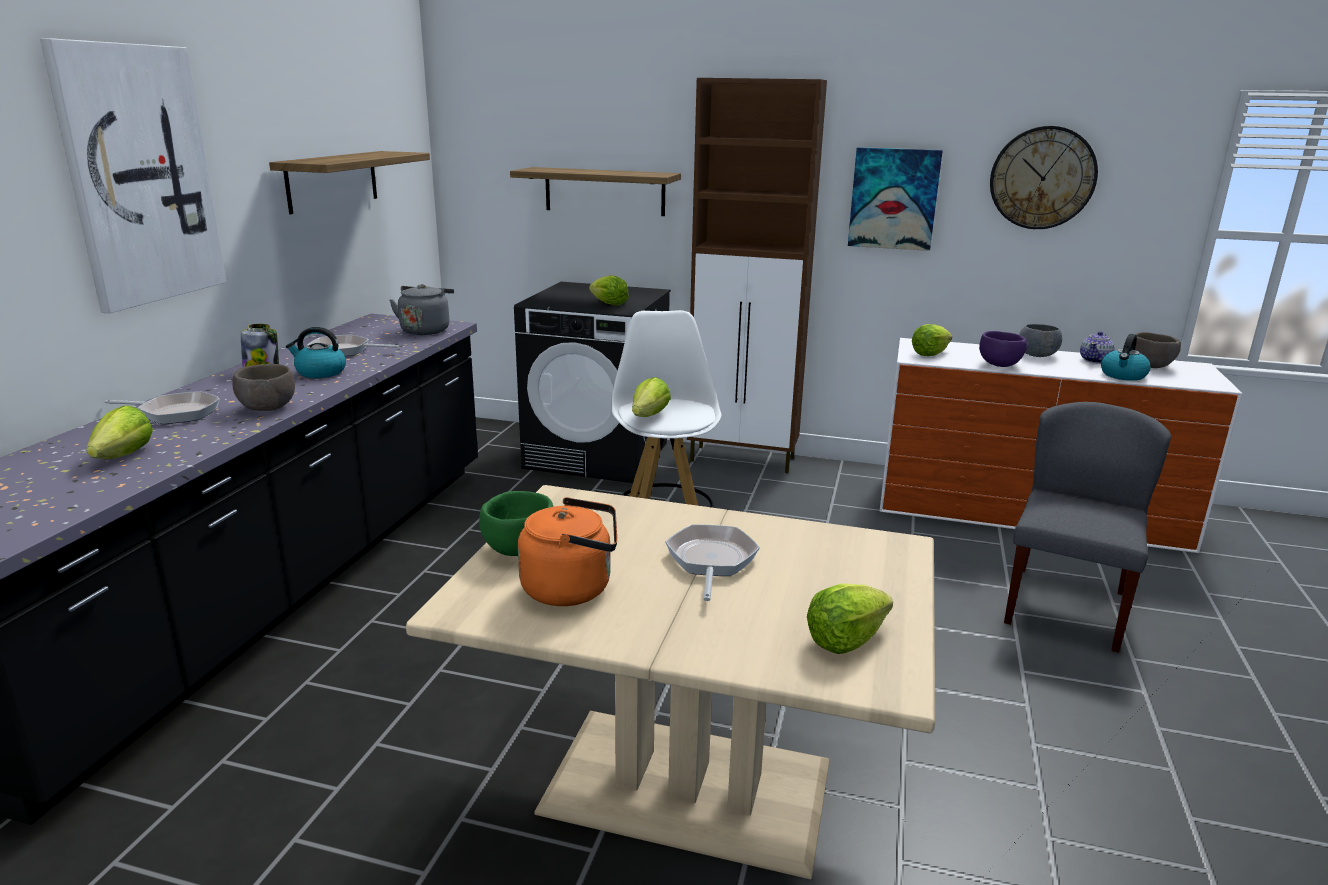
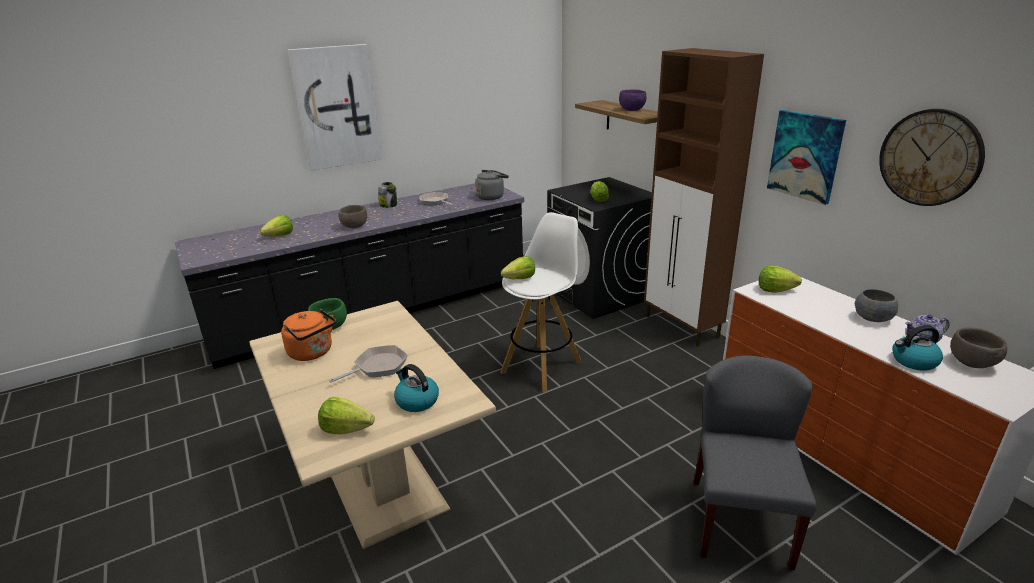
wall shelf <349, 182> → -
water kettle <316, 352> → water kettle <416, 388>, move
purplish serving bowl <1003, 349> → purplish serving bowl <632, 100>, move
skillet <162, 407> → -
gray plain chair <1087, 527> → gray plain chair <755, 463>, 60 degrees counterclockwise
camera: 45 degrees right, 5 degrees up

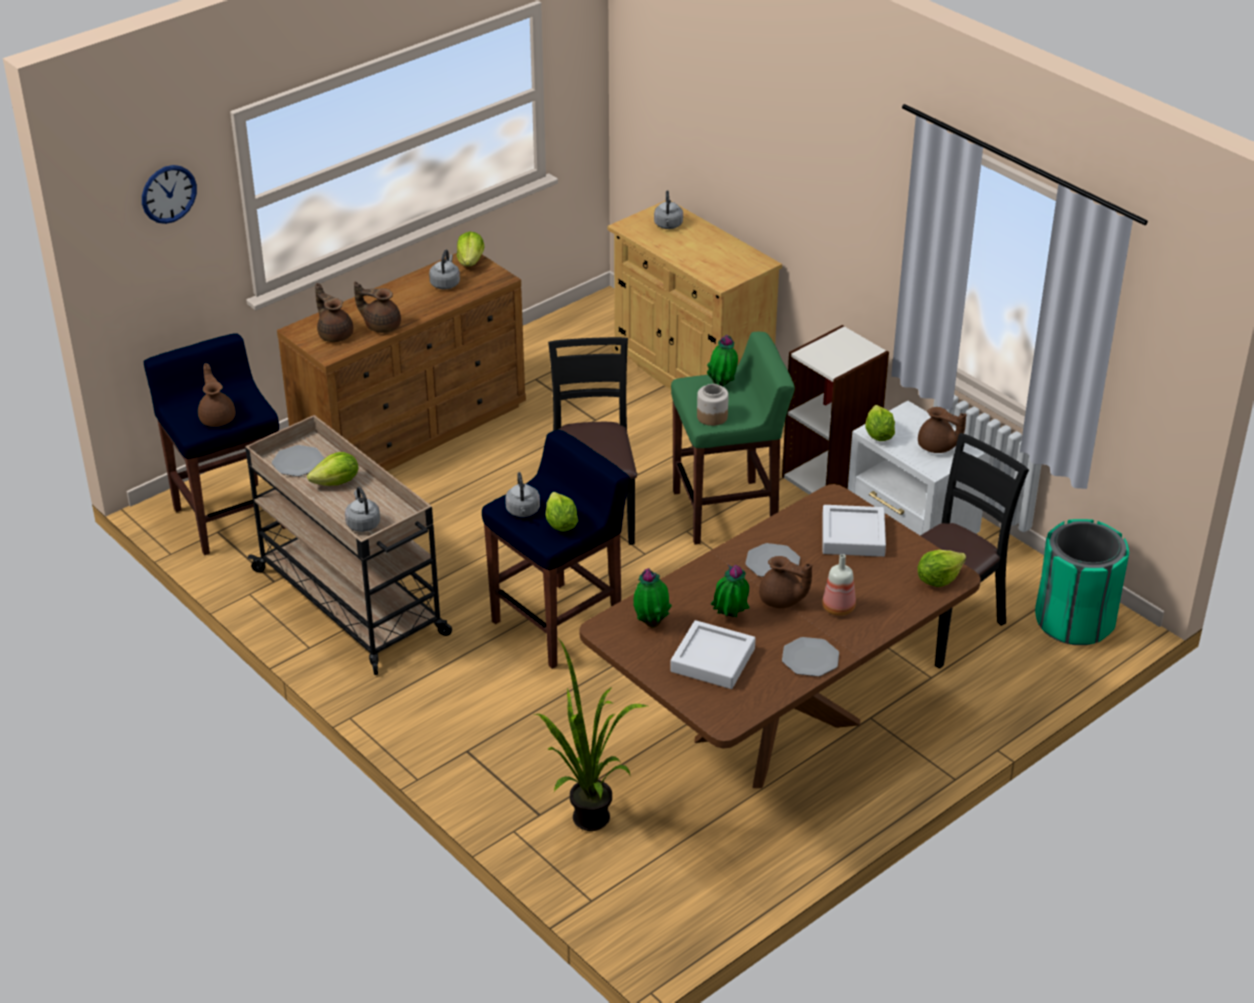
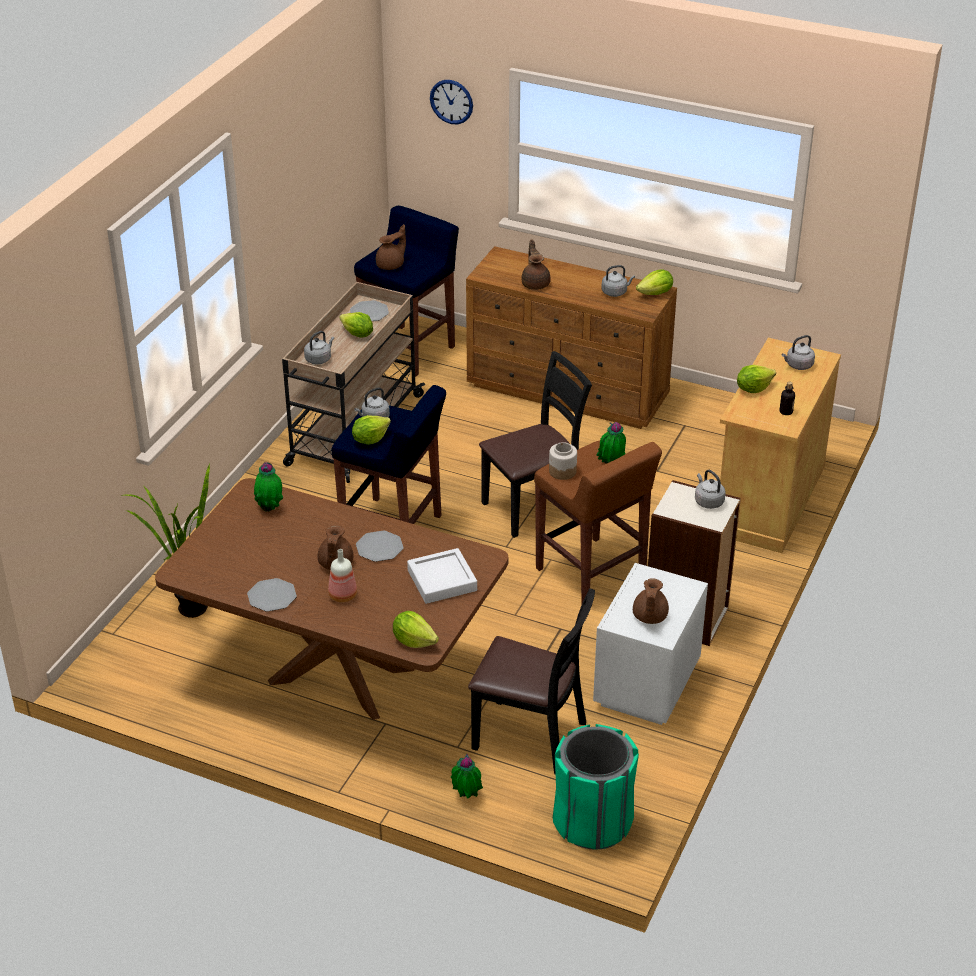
brown teapot <334, 312> → -
greenish stool seat <733, 438> → brown stool seat <598, 521>
lettuce <880, 423> → lettuce <756, 379>, move
houseplant <730, 591> → houseplant <467, 776>, move
whitish carrying tray <713, 654> → -
- → drink bottle <787, 398>
- → gray water kettle <710, 489>
camera: 65 degrees right, 0 degrees up

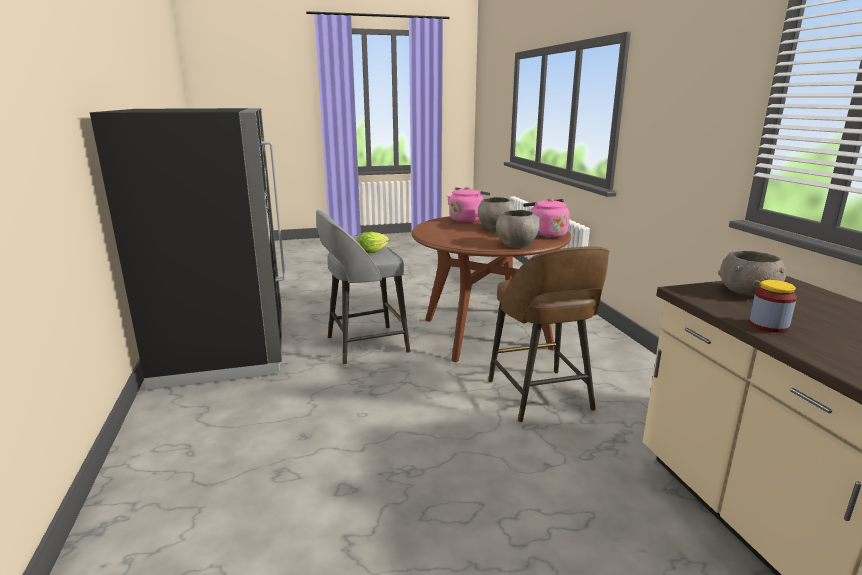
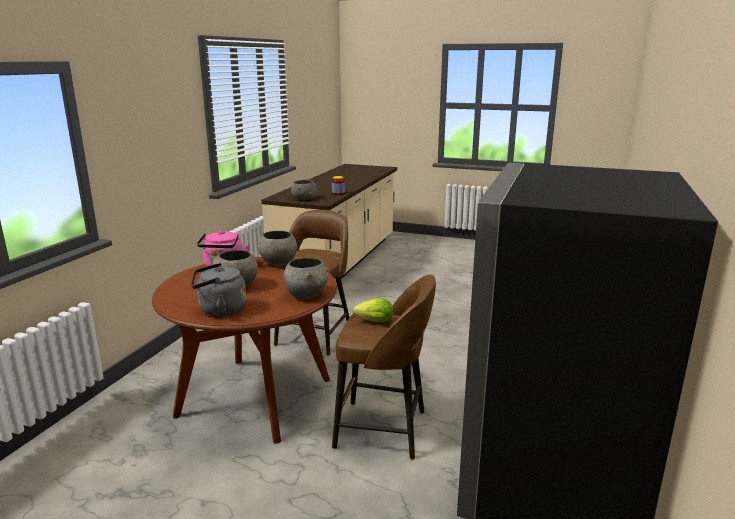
pinkish water kettle <468, 204> → gray water kettle <218, 289>
gray stool seat <363, 287> → brown stool seat <384, 367>
- → gray serving bowl <306, 278>
camera: 145 degrees left, 0 degrees up

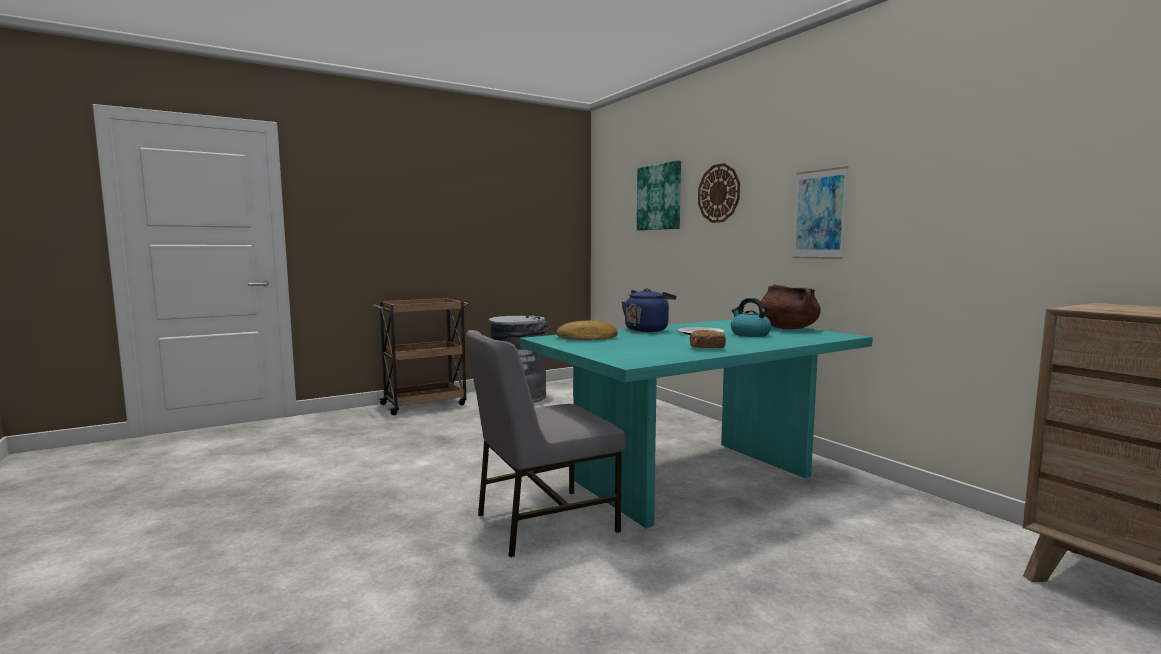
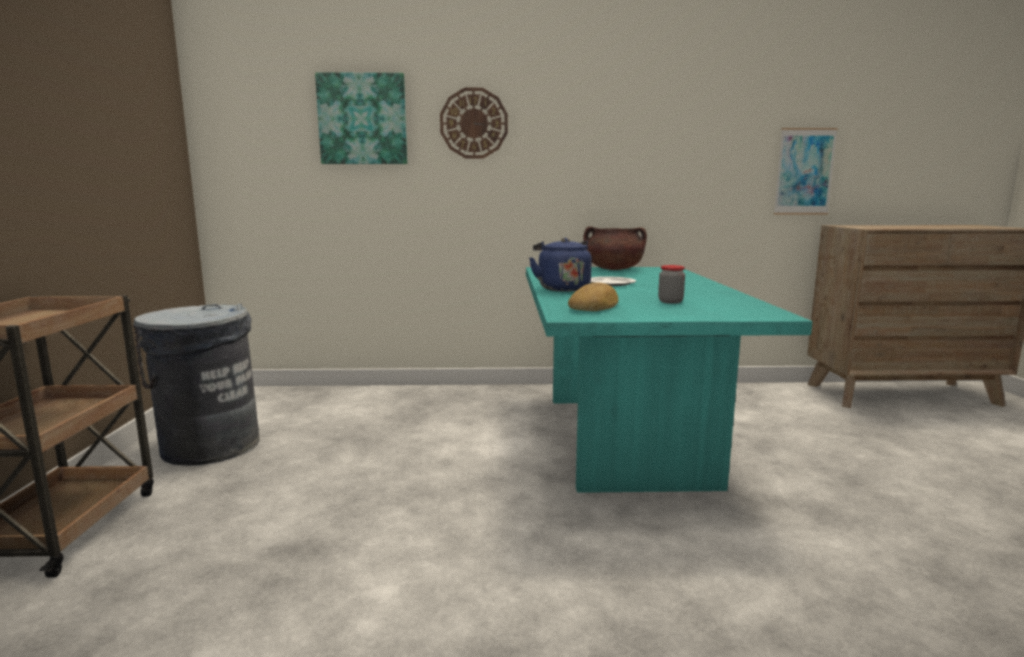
picture <820, 212> → picture <806, 171>, move
water kettle <751, 317> → -
gray plain chair <546, 443> → -
baked bread <708, 339> → -
- → storage jar <671, 284>
camera: 60 degrees left, 5 degrees up

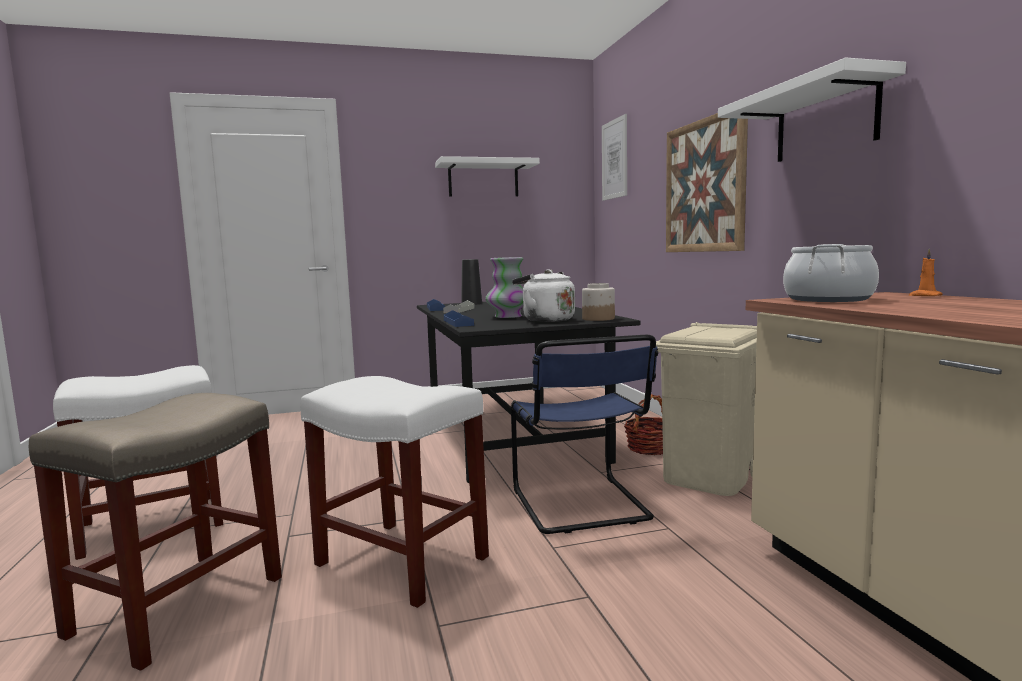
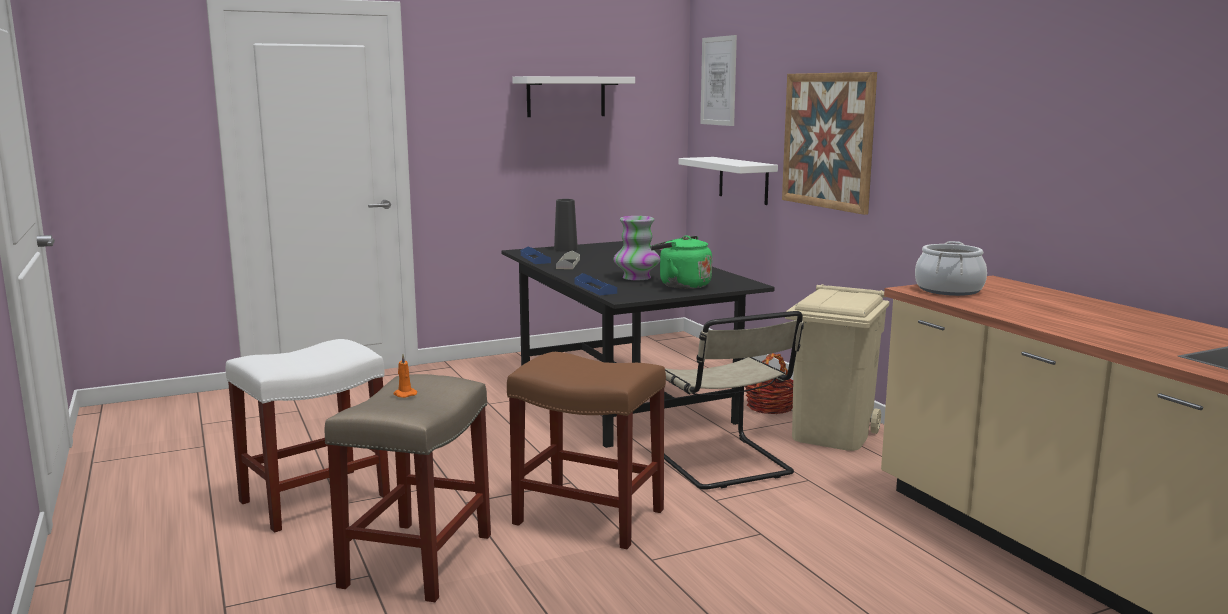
whitish wall shelf <812, 110> → whitish wall shelf <728, 181>, move
orangey candle <926, 272> → orangey candle <405, 376>, move
whitish water kettle <543, 295> → greenish water kettle <681, 262>
storage jar <598, 302> → -
bluish plain chair <584, 434> → beige-coloured plain chair <734, 400>
whitish stool seat <394, 492> → brown stool seat <586, 450>
camera: 10 degrees left, 5 degrees up

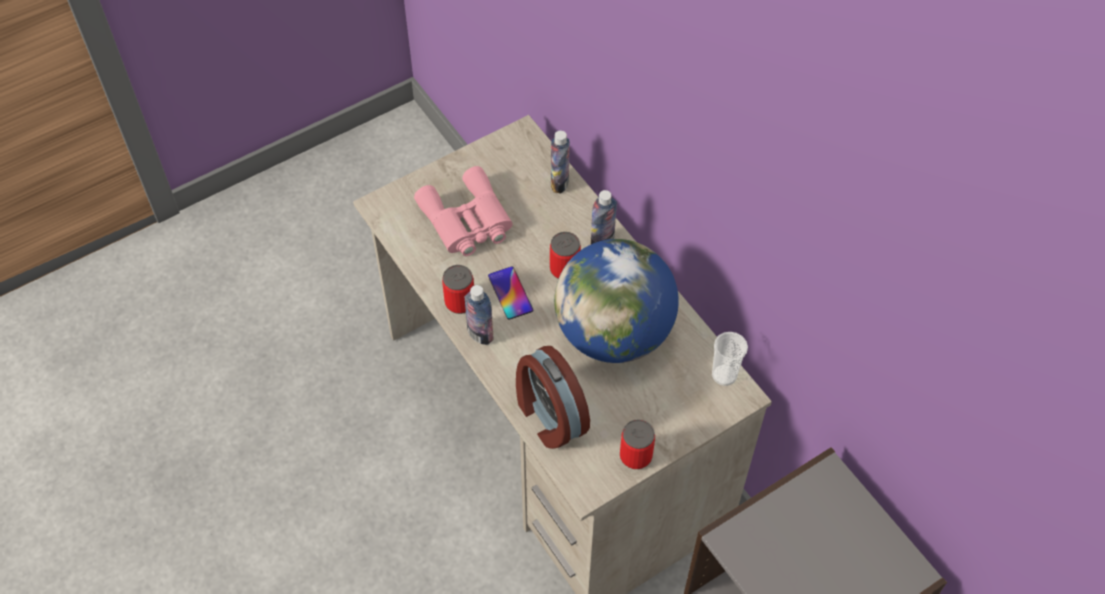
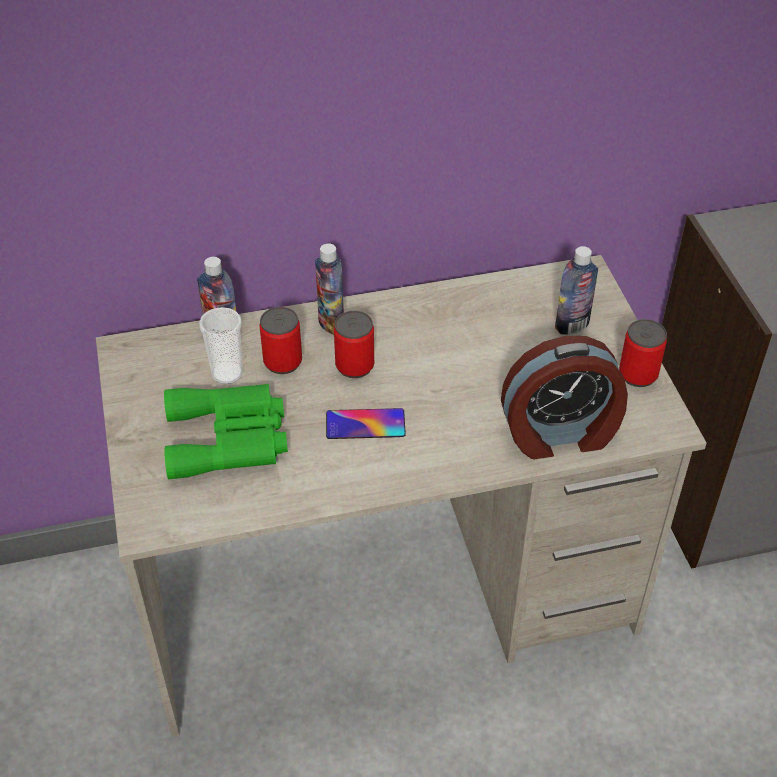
pinkish pair of binoculars <463, 211> → greenish pair of binoculars <226, 431>
globe <616, 301> → -
sealed can <458, 289> → sealed can <280, 340>, move
drink bottle <479, 315> → drink bottle <576, 290>, move
cup <730, 359> → cup <221, 345>, move
camera: 70 degrees left, 10 degrees down

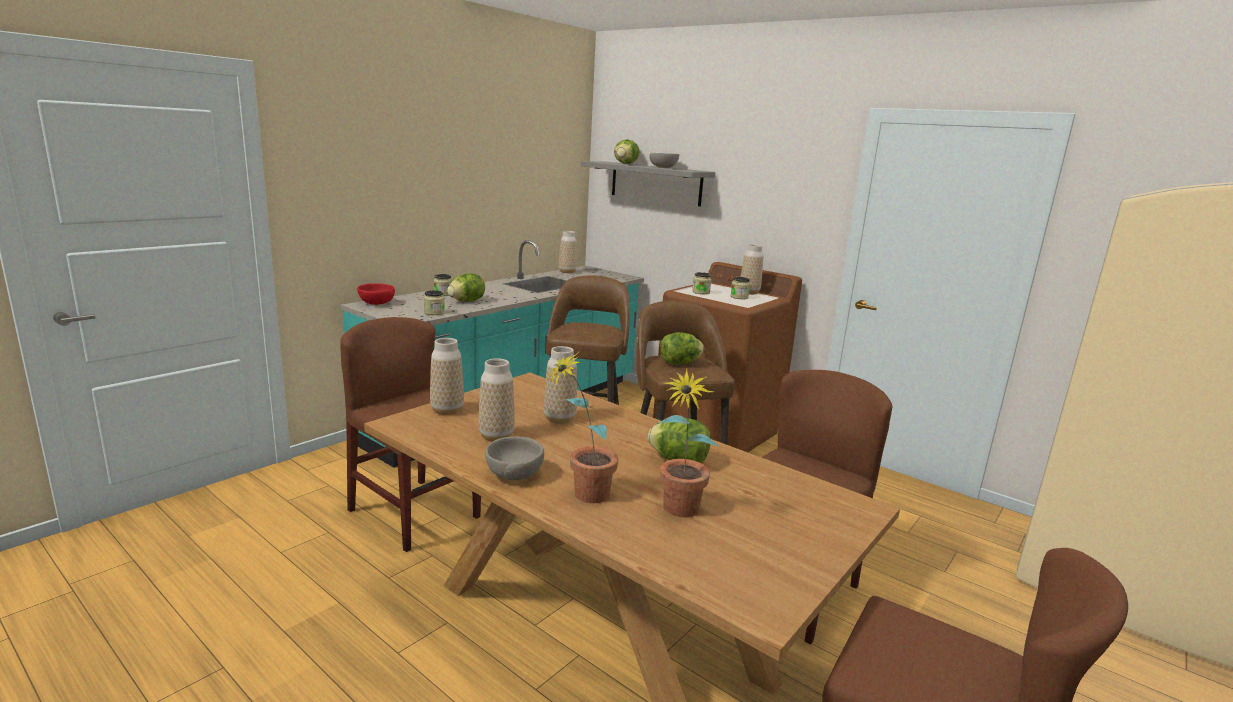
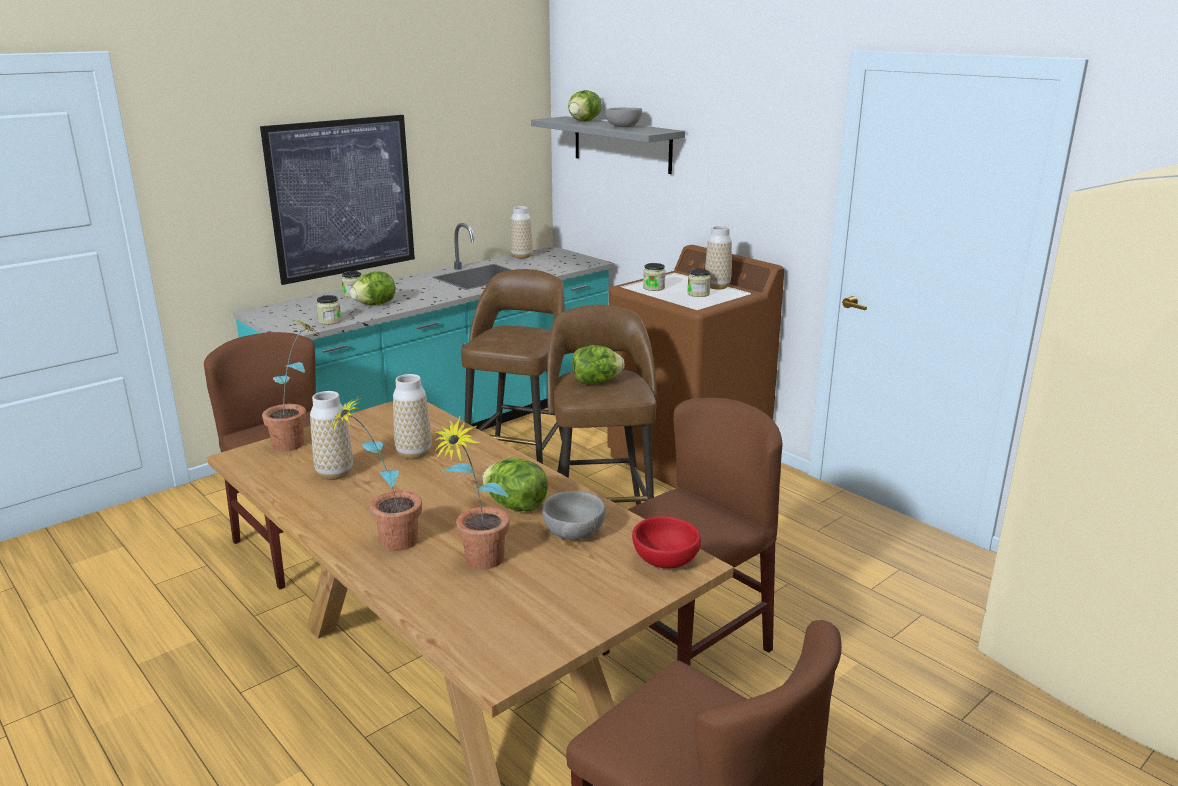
reddish serving bowl <376, 294> → reddish serving bowl <666, 542>, move
vase <447, 376> → houseplant <290, 385>
gray serving bowl <514, 458> → gray serving bowl <573, 515>, move
- → picture <337, 200>
camera: 10 degrees right, 5 degrees up

